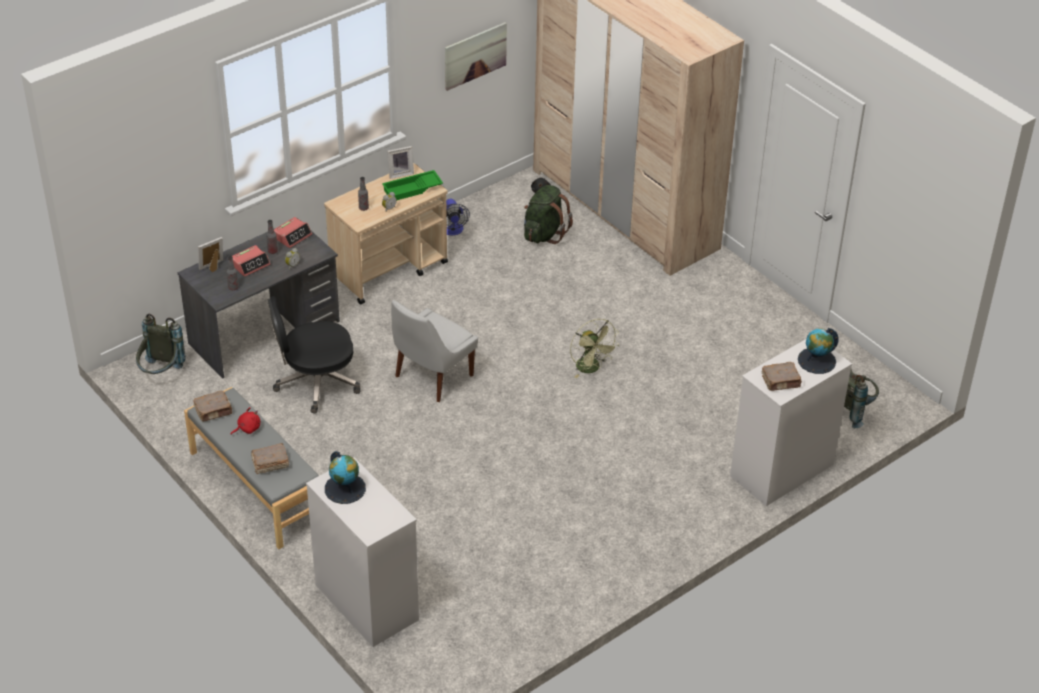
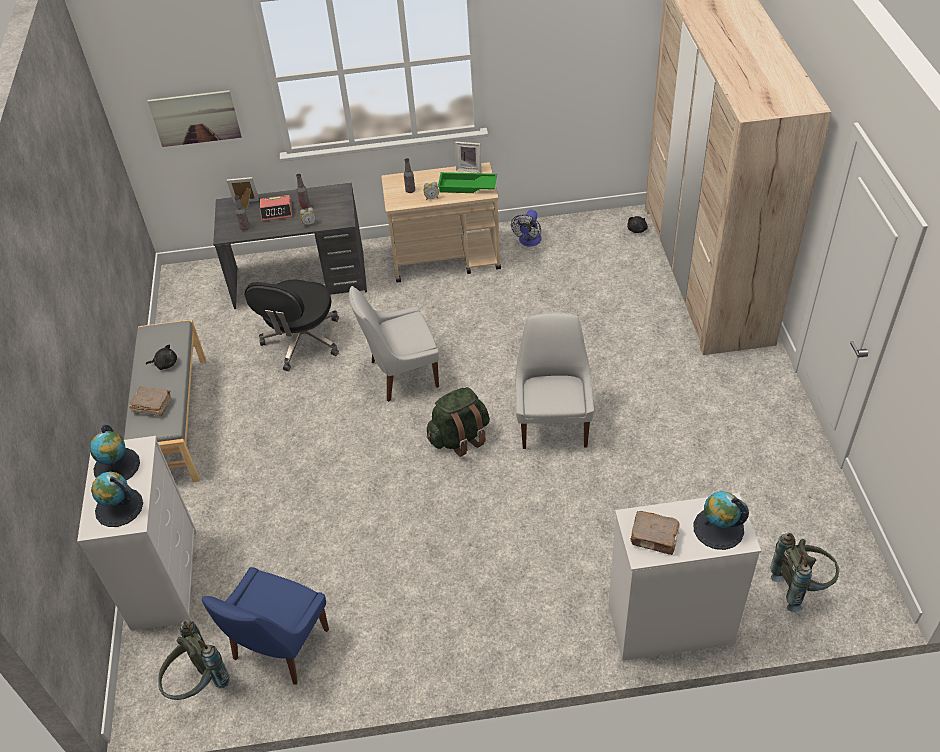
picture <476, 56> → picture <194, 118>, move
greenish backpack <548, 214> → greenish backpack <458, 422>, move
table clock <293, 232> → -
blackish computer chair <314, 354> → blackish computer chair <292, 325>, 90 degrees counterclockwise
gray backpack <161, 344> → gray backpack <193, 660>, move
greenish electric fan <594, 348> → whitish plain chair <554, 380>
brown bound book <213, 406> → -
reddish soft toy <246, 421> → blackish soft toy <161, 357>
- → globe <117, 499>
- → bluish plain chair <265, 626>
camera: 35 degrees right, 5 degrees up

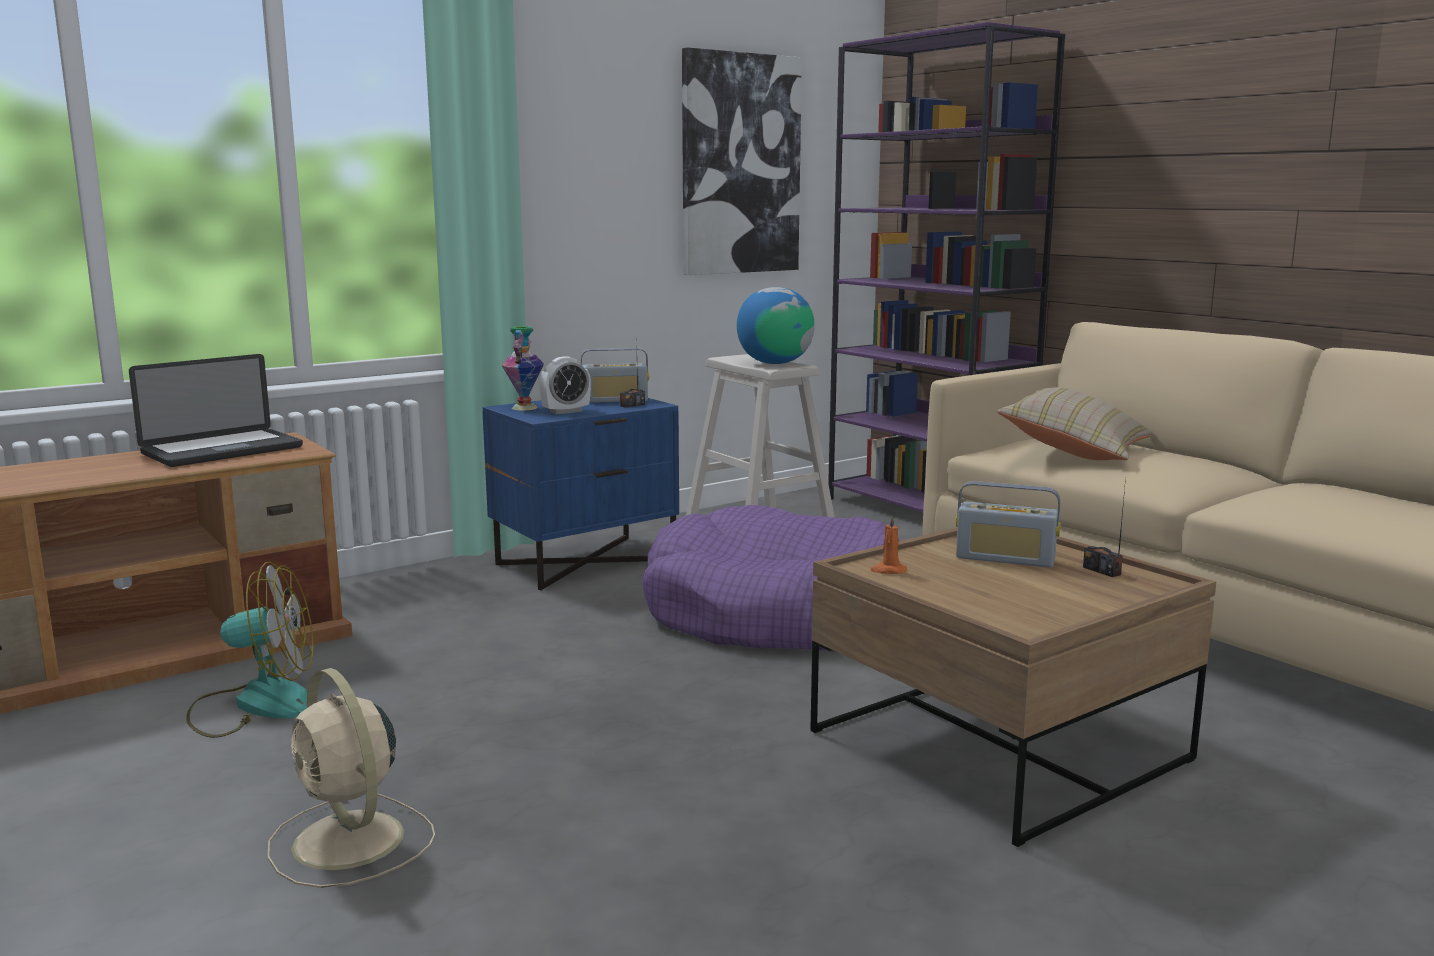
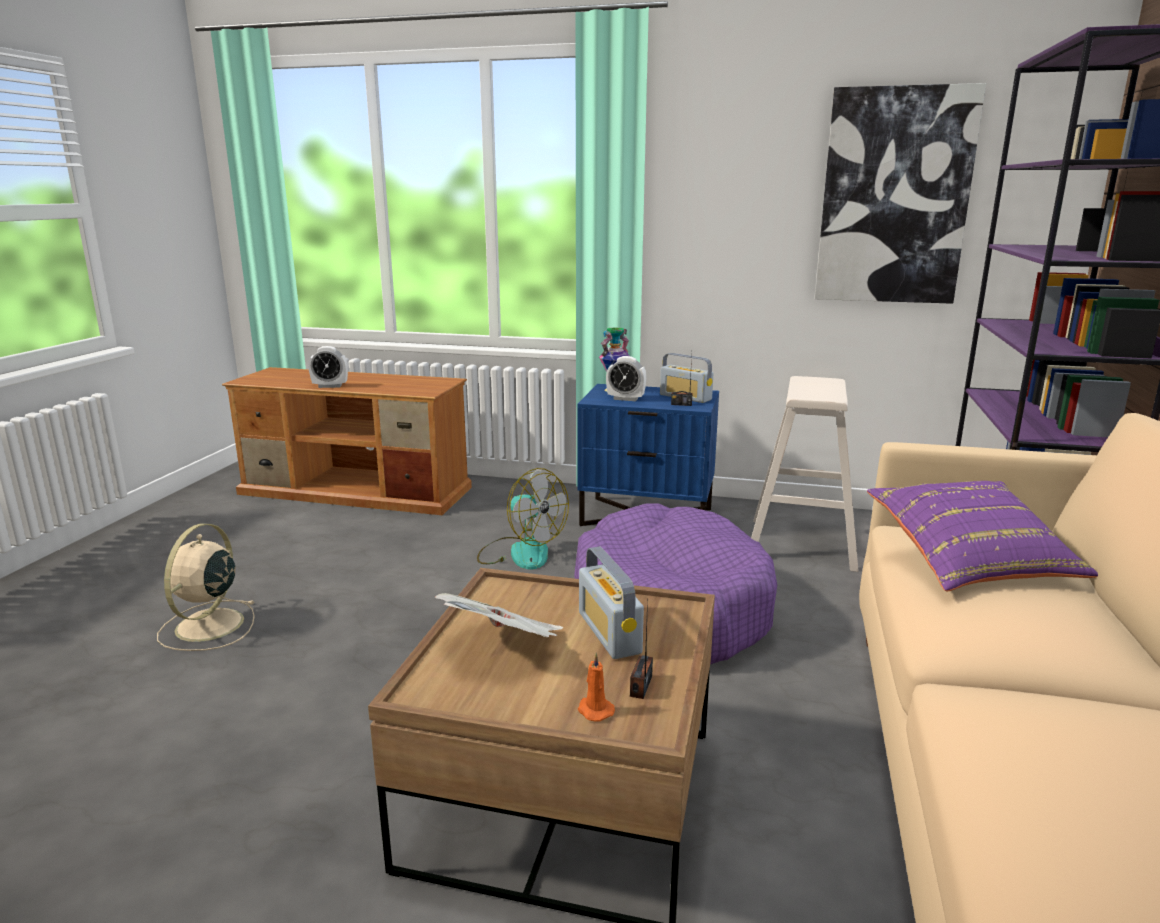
globe <776, 325> → -
laptop <216, 410> → -
beige-coloured pillow <1075, 423> → purplish pillow <982, 536>
orangey candle <888, 544> → orangey candle <596, 687>, move
electric fan <250, 650> → electric fan <523, 519>, move
- → table clock <328, 367>
- → newspaper <499, 615>
camera: 50 degrees right, 5 degrees up

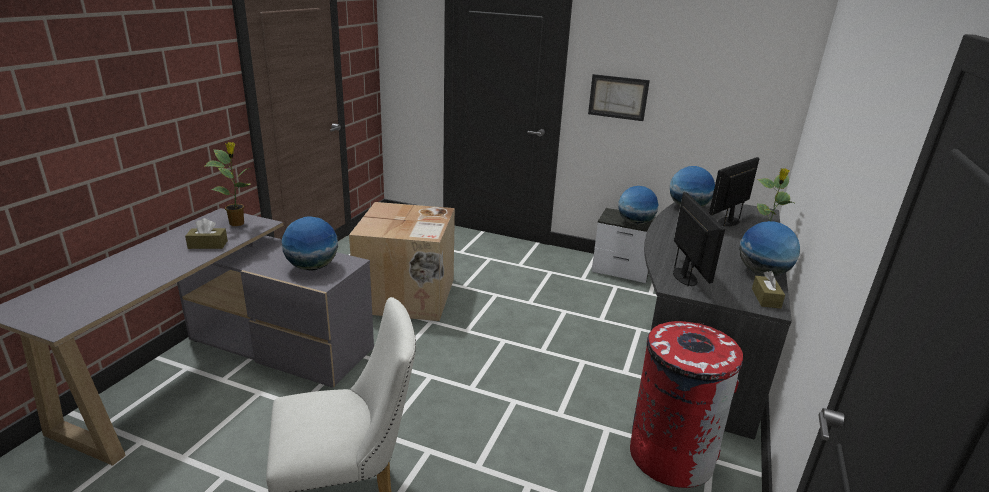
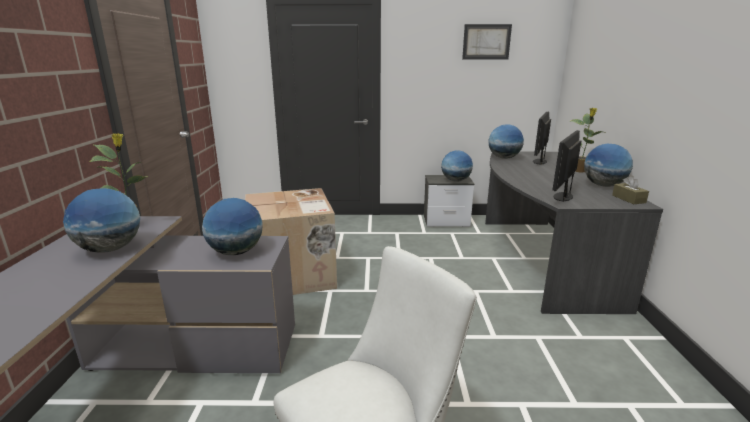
picture <619, 97> → picture <487, 41>, move
monitor <699, 239> → monitor <566, 166>, 120 degrees counterclockwise
brown tissue box <206, 233> → globe <101, 220>
reddish rubbish bin <686, 404> → -
camera: 20 degrees left, 5 degrees down

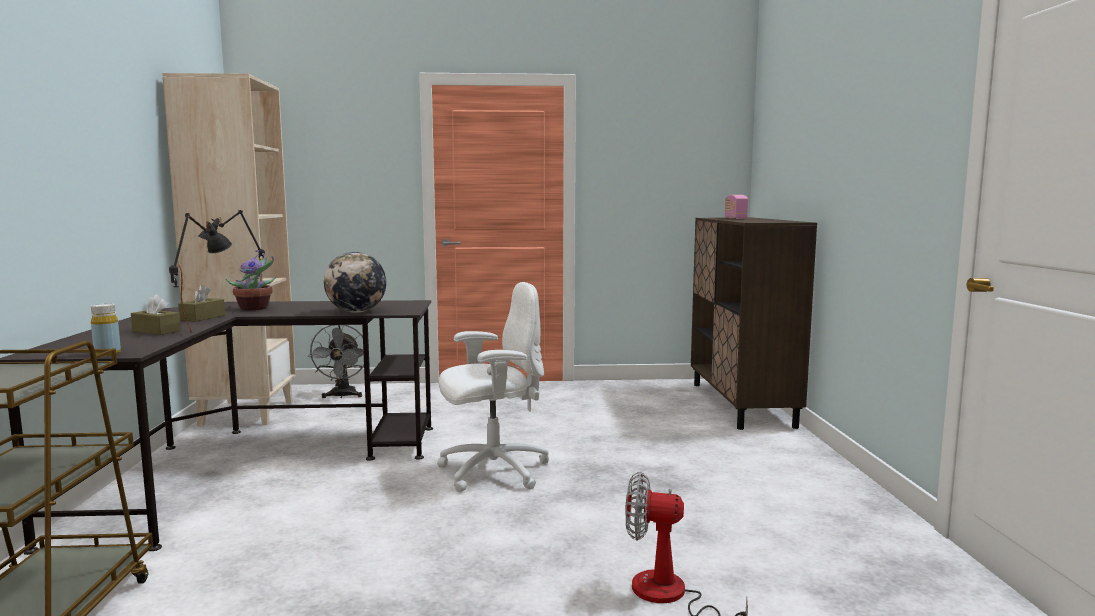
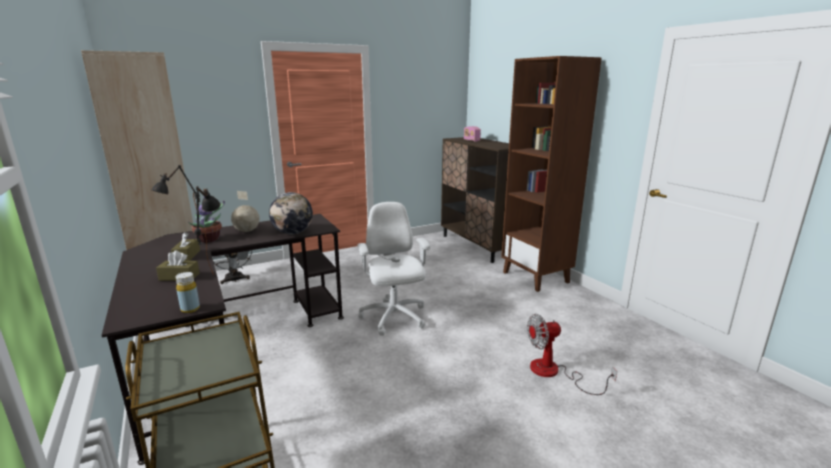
whitish computer chair <493, 387> → whitish computer chair <393, 269>, 60 degrees counterclockwise
- → brown bookshelf <551, 174>
- → globe <245, 211>
camera: 25 degrees left, 10 degrees up

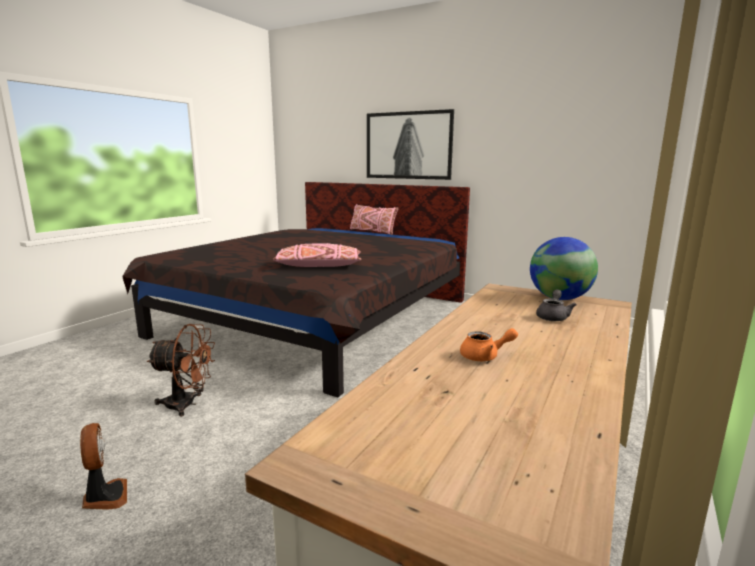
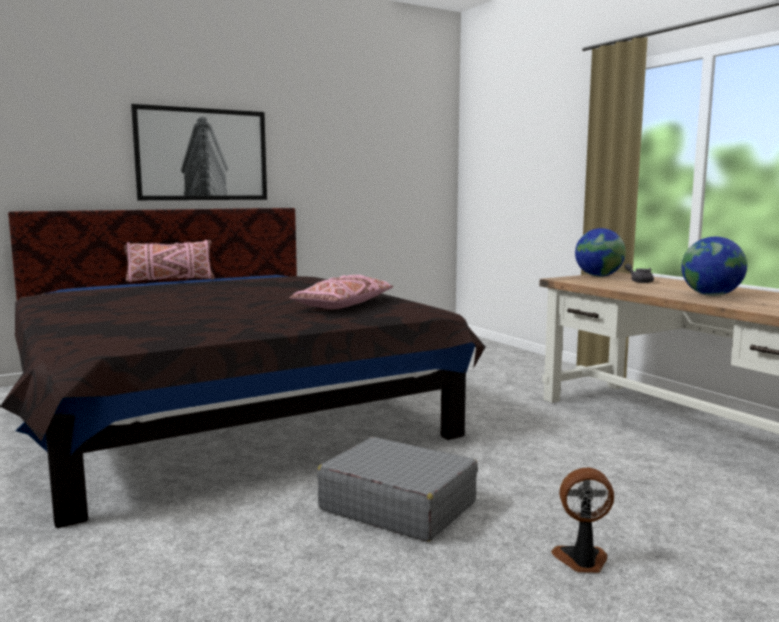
brown electric fan <181, 370> → gray travel case <397, 489>
orangey teapot <489, 344> → globe <714, 266>
camera: 60 degrees left, 5 degrees down

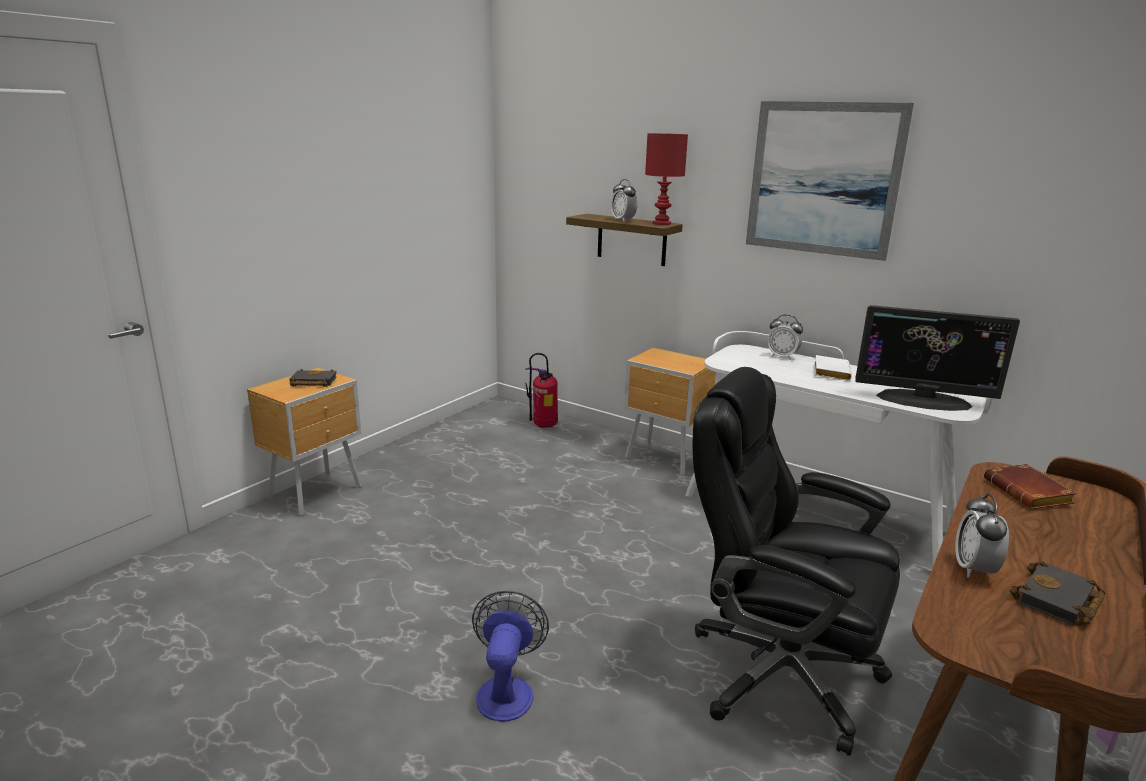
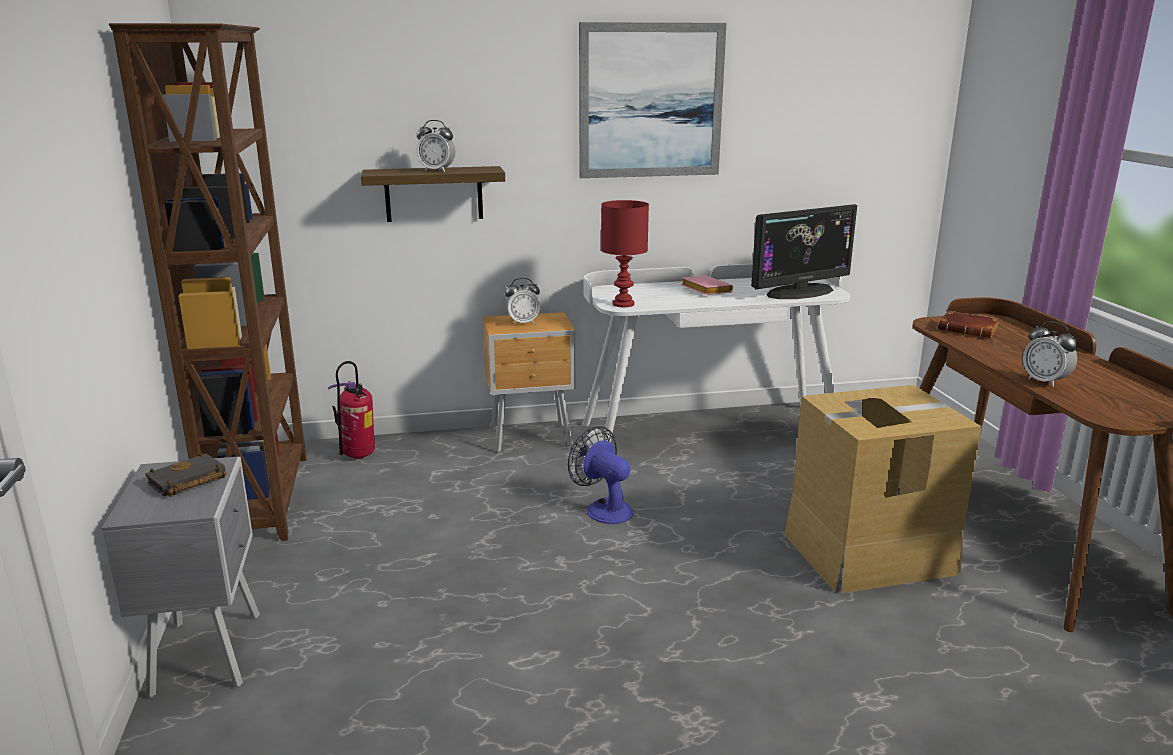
reddish table lamp <666, 179> → reddish table lamp <625, 253>, move
table clock <785, 337> → table clock <522, 301>, move
whitish bound book <833, 368> → pinkish bound book <707, 285>
blackish computer chair <796, 561> → carton <883, 489>
brown night table <304, 442> → gray night table <181, 577>
blackish bound book <1057, 593> → -
electric fan <510, 656> → electric fan <601, 475>, move
- → brown bookshelf <208, 282>
camera: 45 degrees left, 0 degrees up

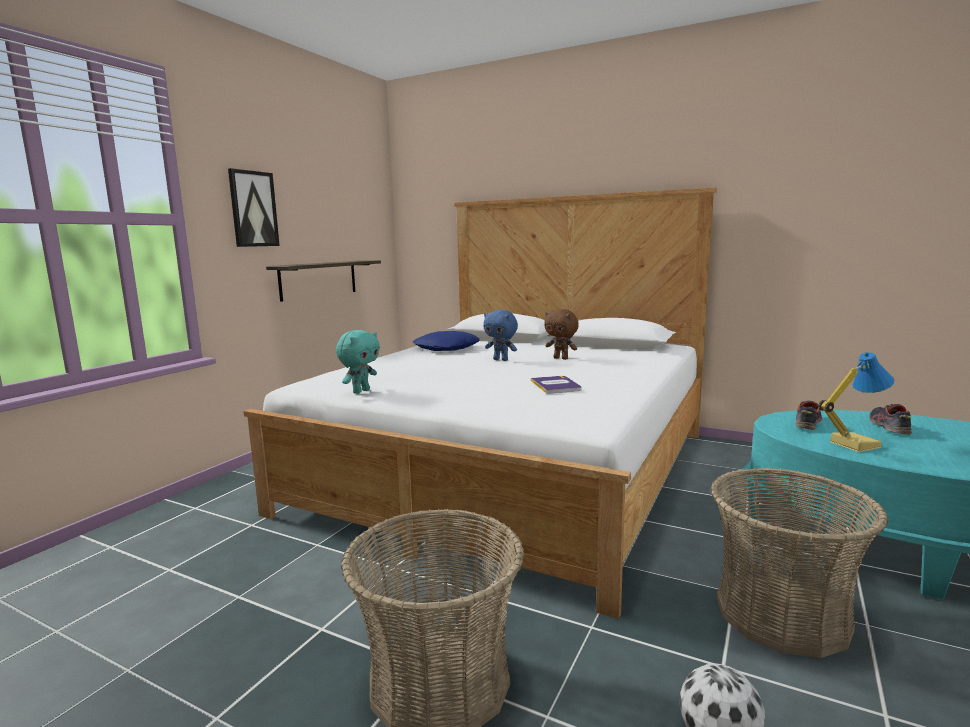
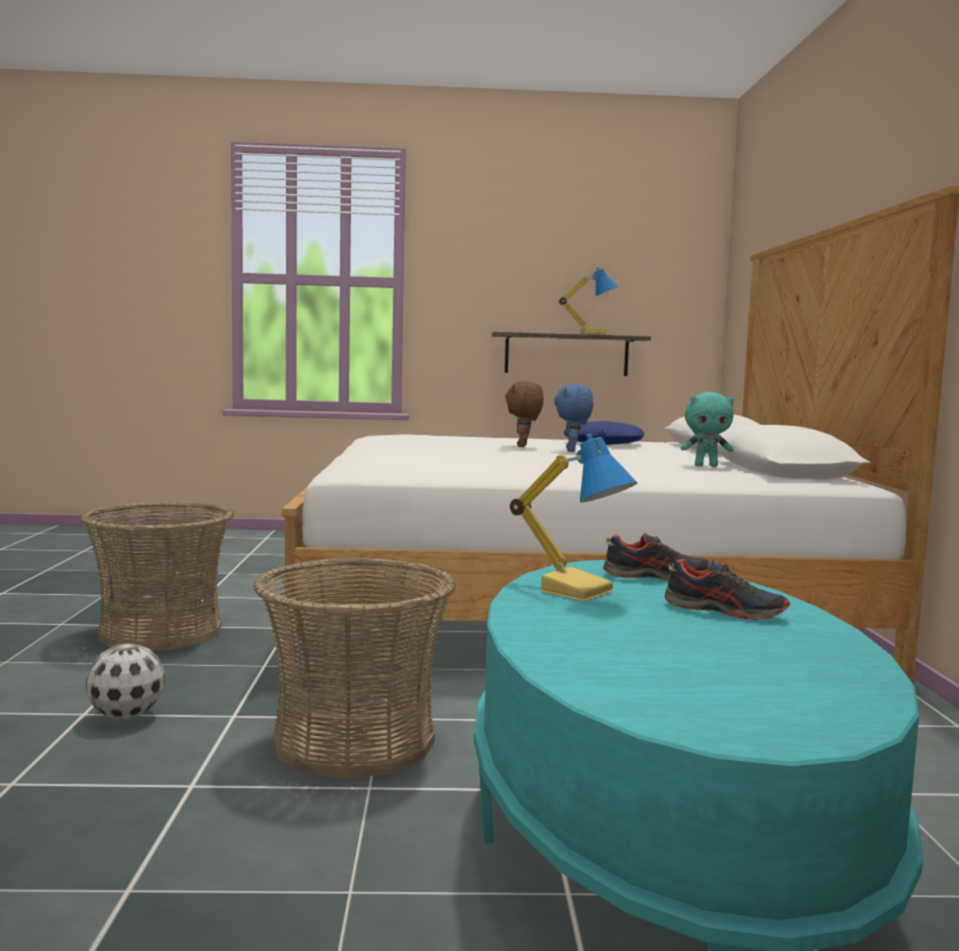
picture <254, 207> → -
brown soft toy <561, 334> → brown soft toy <524, 414>, move
turquoise-coloured soft toy <358, 362> → turquoise-coloured soft toy <708, 429>, move
bound book <556, 385> → -
item of footwear <890, 419> → item of footwear <727, 589>, 45 degrees clockwise
- → table lamp <588, 301>
camera: 60 degrees right, 5 degrees down

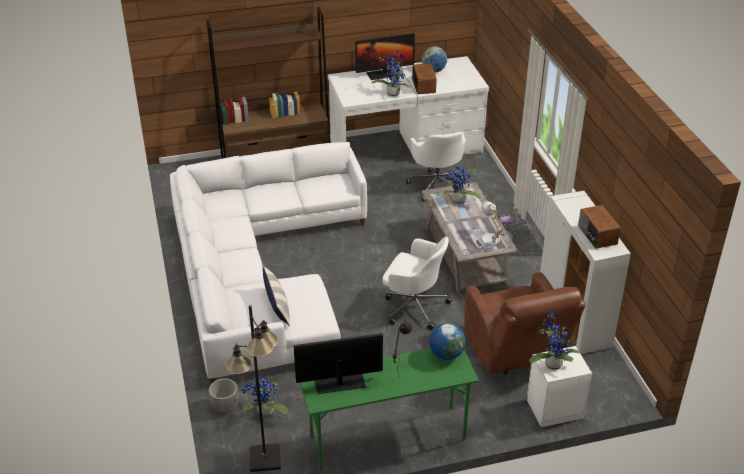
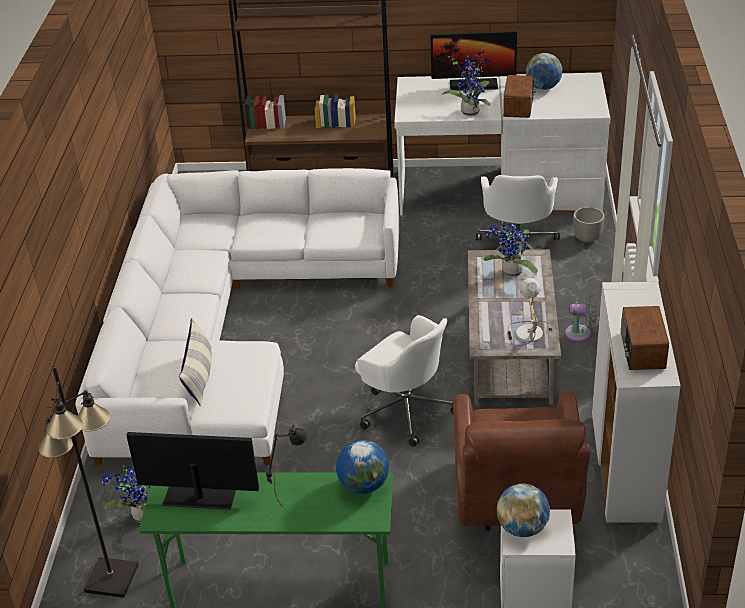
houseplant <554, 339> → globe <523, 510>
planter <223, 395> → planter <589, 225>, move
camera: 20 degrees right, 0 degrees up

